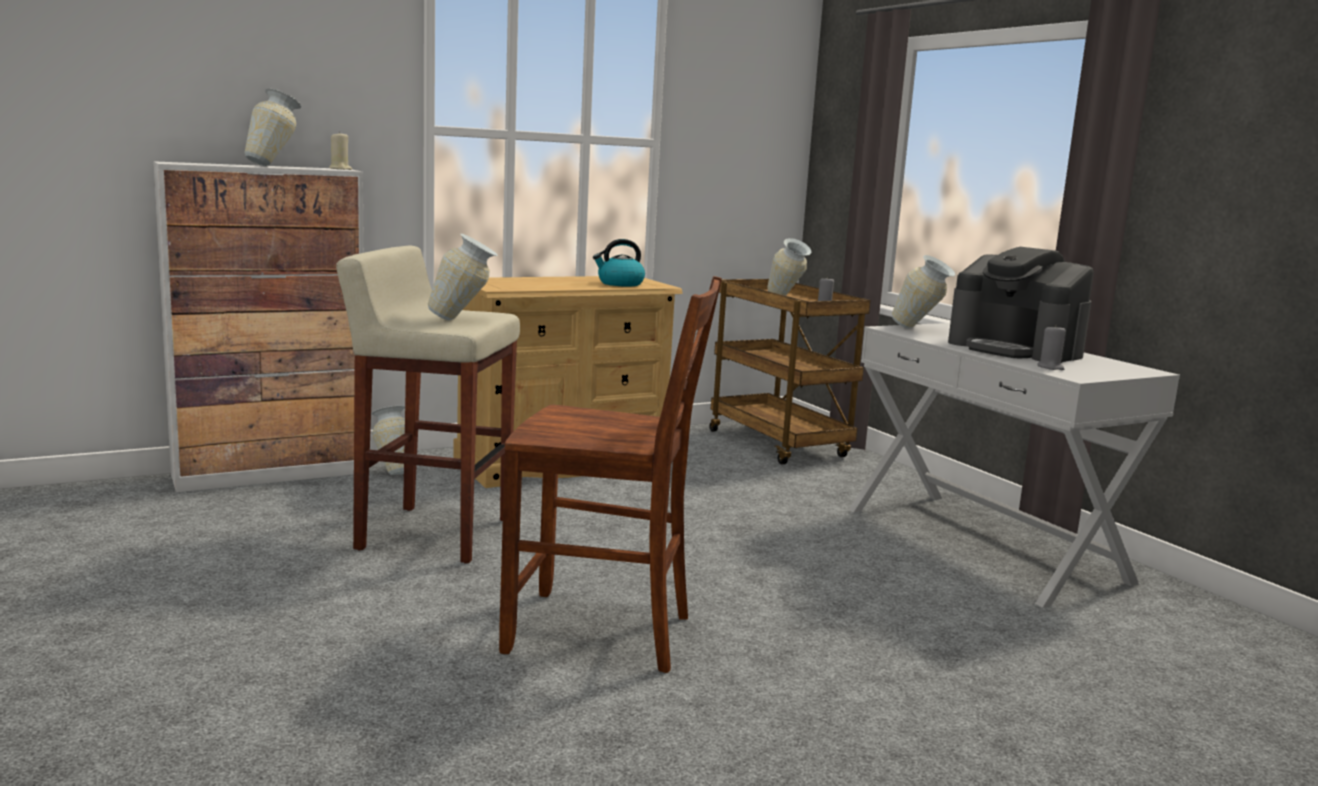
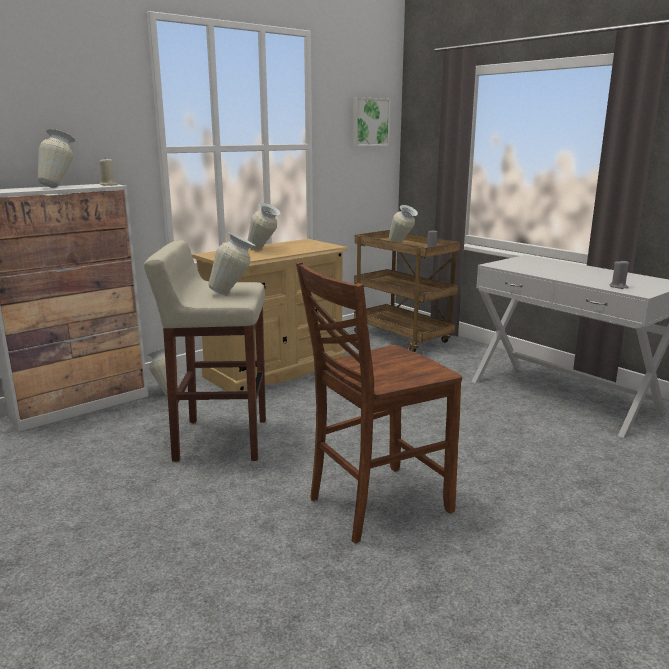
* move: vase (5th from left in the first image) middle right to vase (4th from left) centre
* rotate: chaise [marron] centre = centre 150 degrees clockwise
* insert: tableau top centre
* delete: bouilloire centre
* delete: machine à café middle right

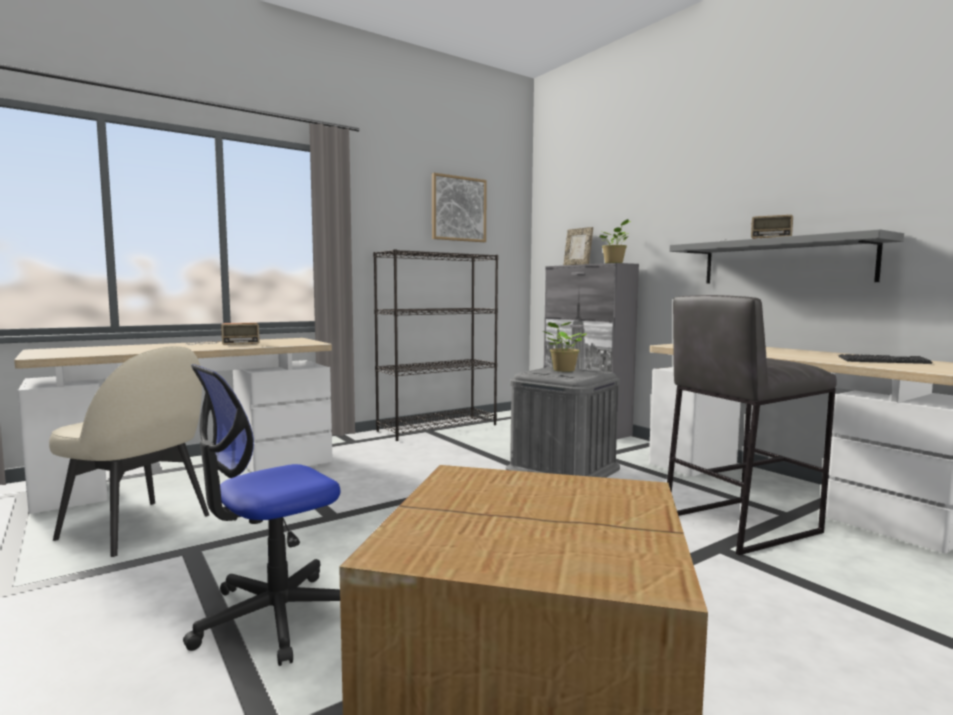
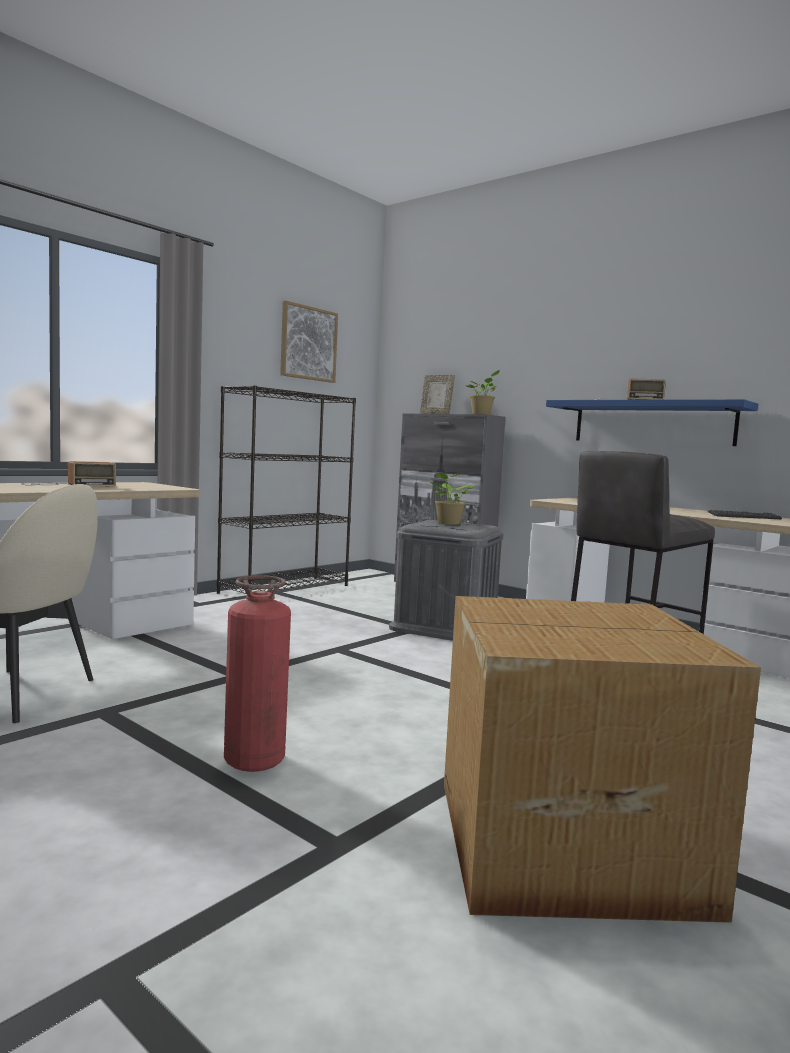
* replace: chaise de bureau bottom left to extincteur middle left
* recolor: étagère [gris] middle right to étagère [bleu] middle right

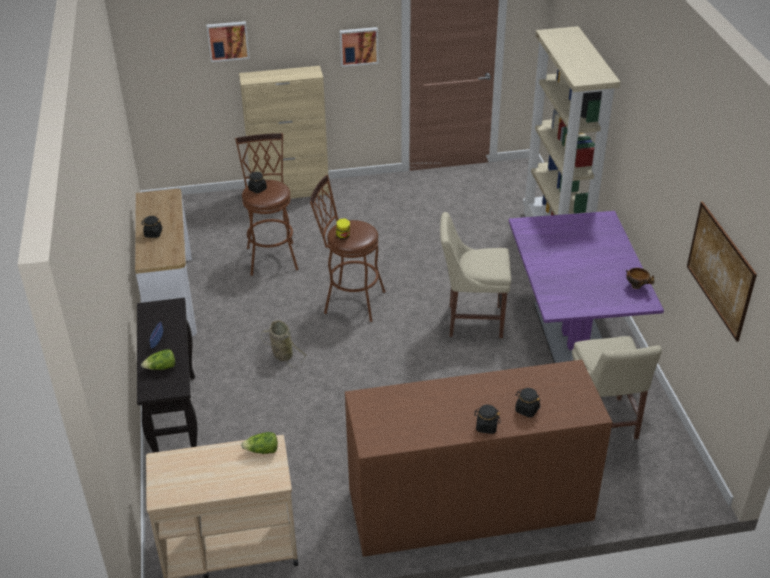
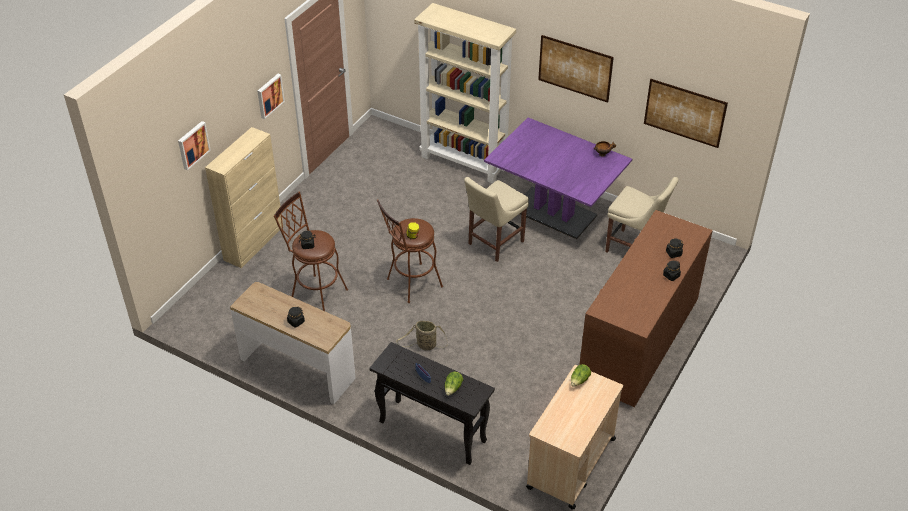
* insert: tableau (3rd from left) top centre

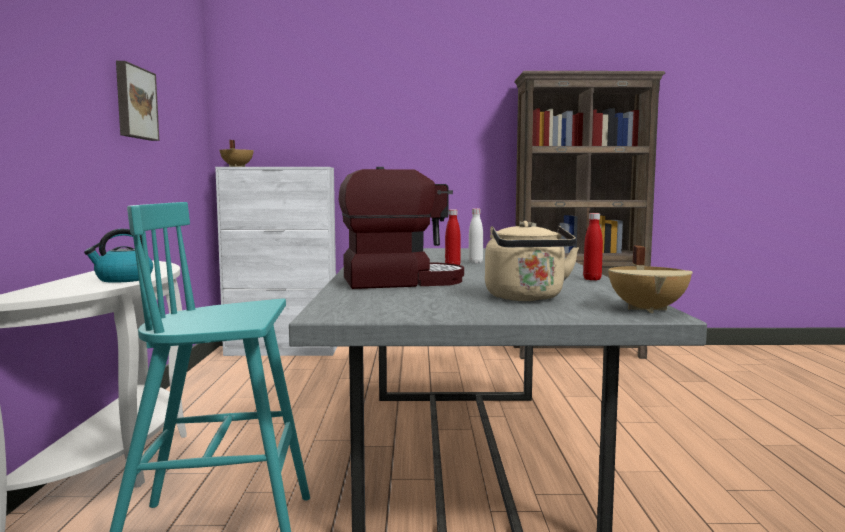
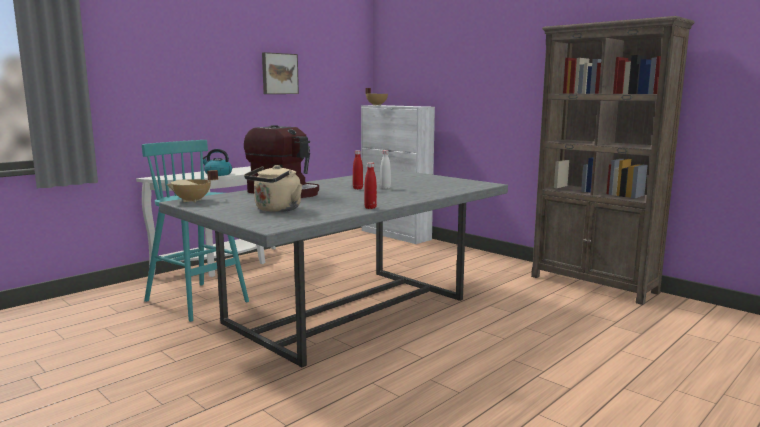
* move: marmite [beige] (2nd from left in the first image) middle right to marmite [beige] (1st from left) middle left

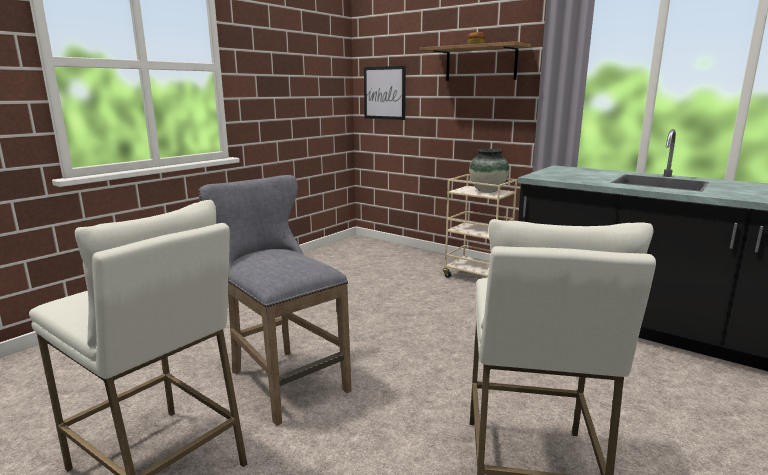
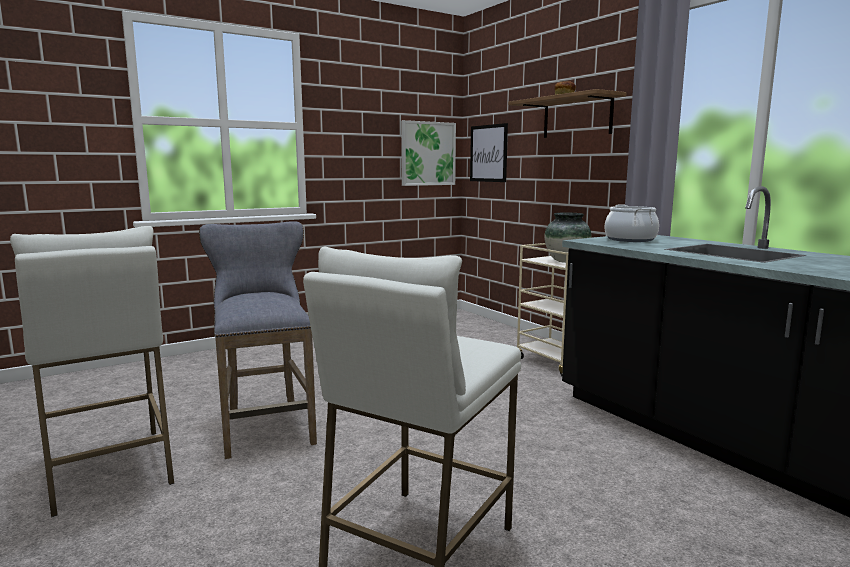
* insert: tableau (1st from left) top centre
* insert: marmite middle right

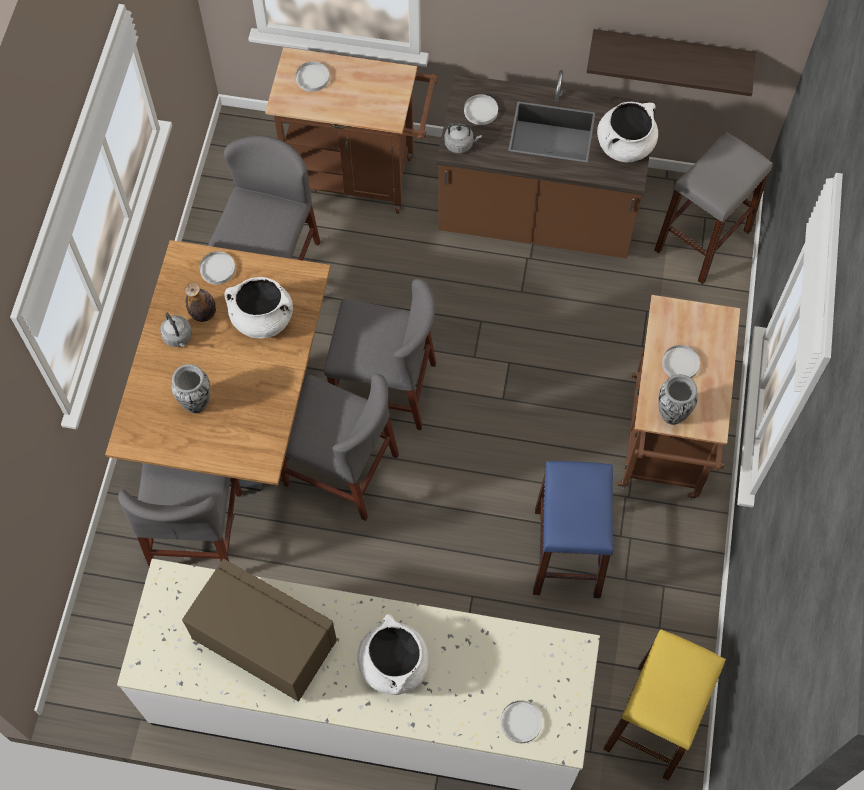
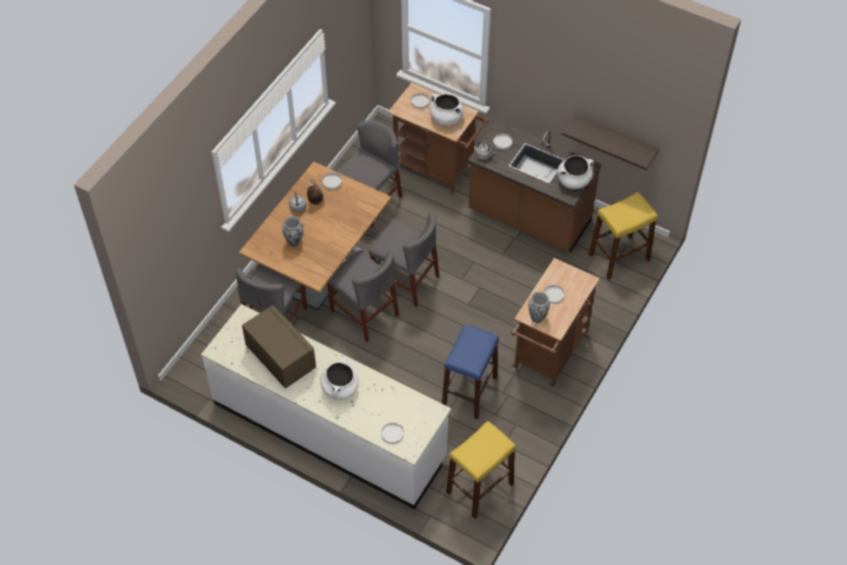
* move: marmite [blanc] (1st from left in the first image) middle left to marmite [blanc] (2nd from left) top centre
* recolor: tabouret [gris] top right to tabouret [jaune] (2nd from left) middle right

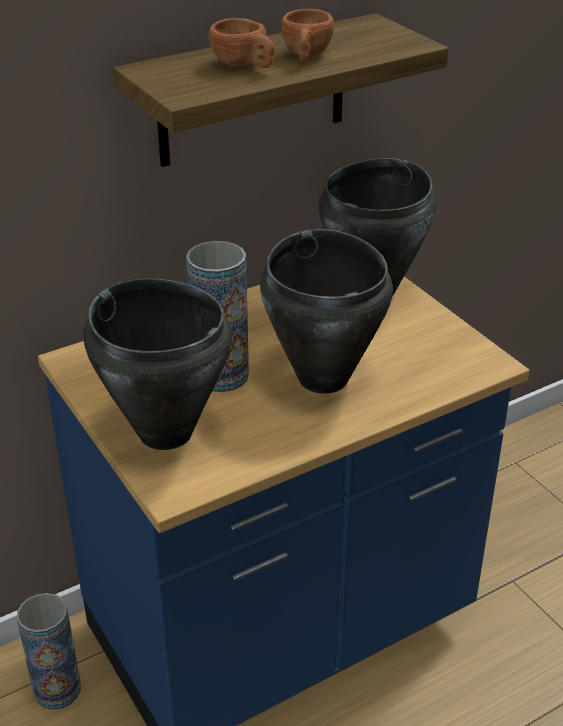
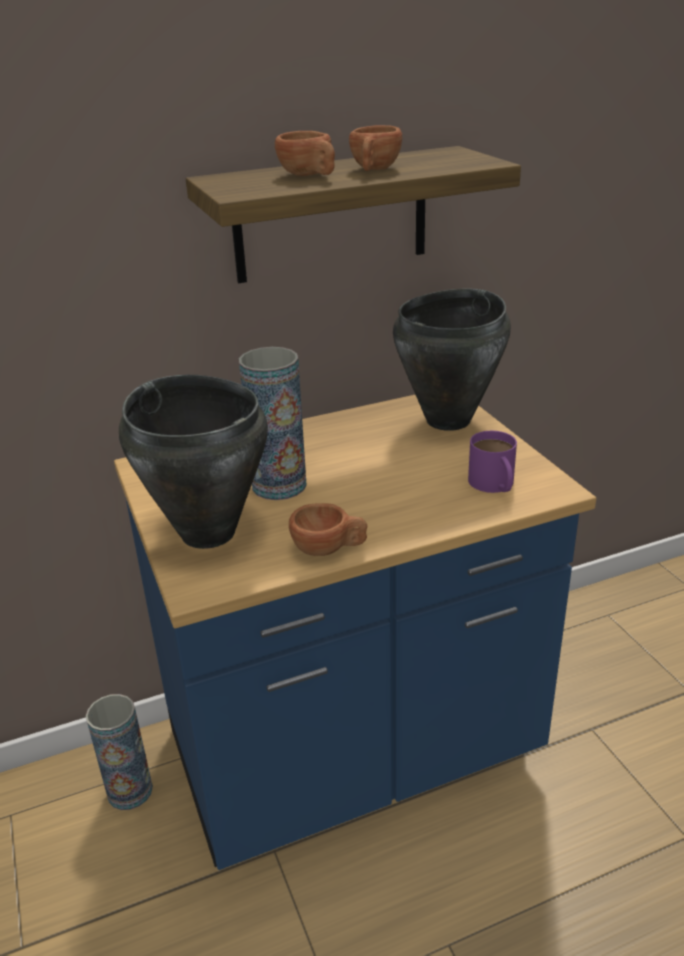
* insert: tasse [marron] (2nd from left) centre
* insert: mug [violet] middle right
* delete: marmite [noir] (2nd from left) centre

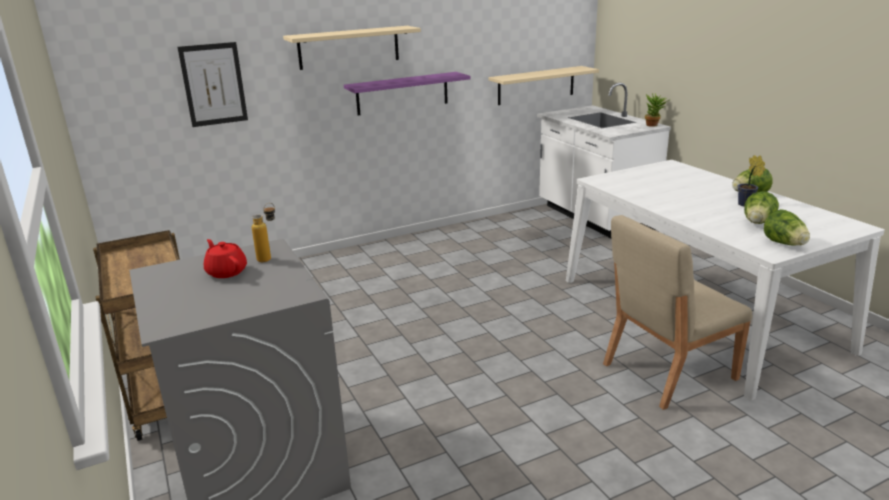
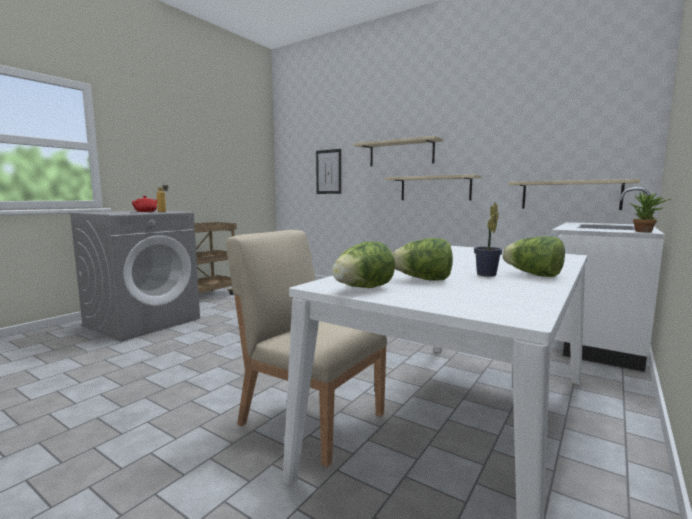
* recolor: étagère [violet] top centre to étagère [beige] (2nd from left) centre

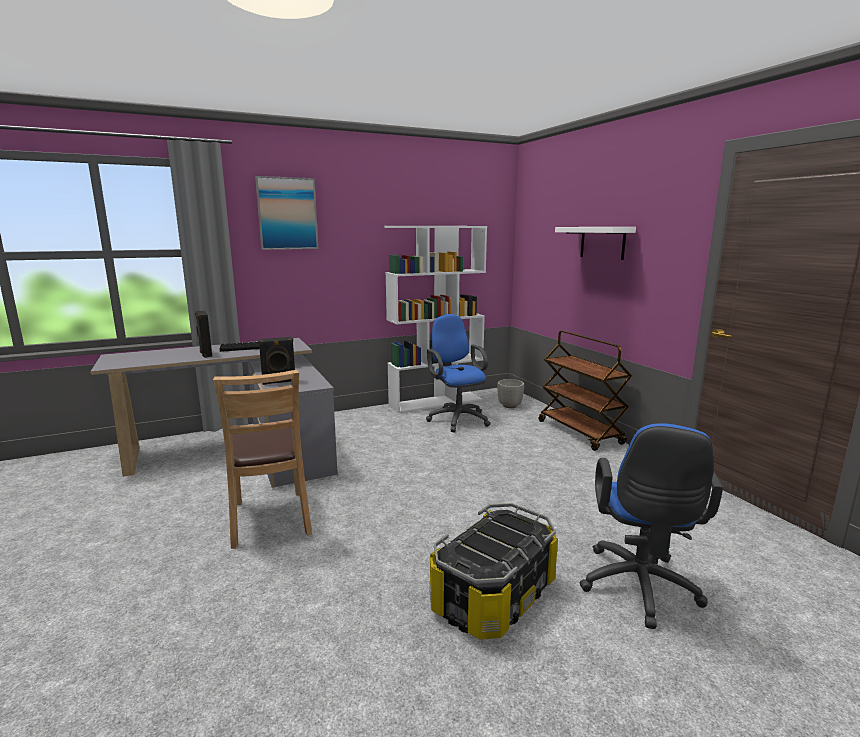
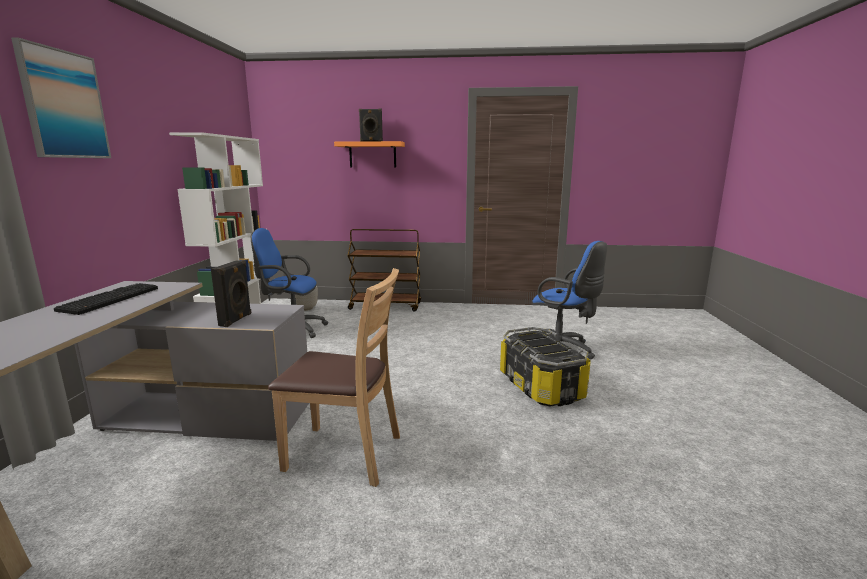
* recolor: étagère [blanc] top right to étagère [orange] top centre
* move: enceinte [noir] (1st from left in the first image) middle left to enceinte [noir] (2nd from left) top centre

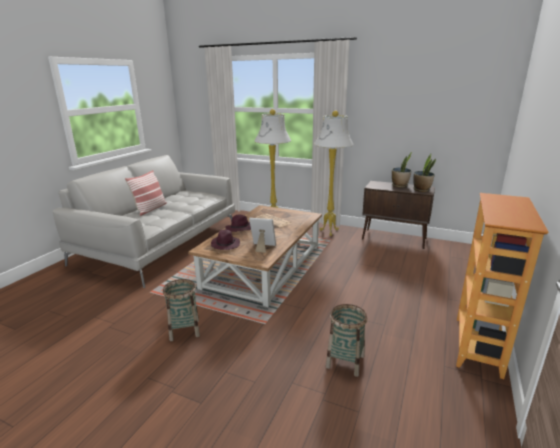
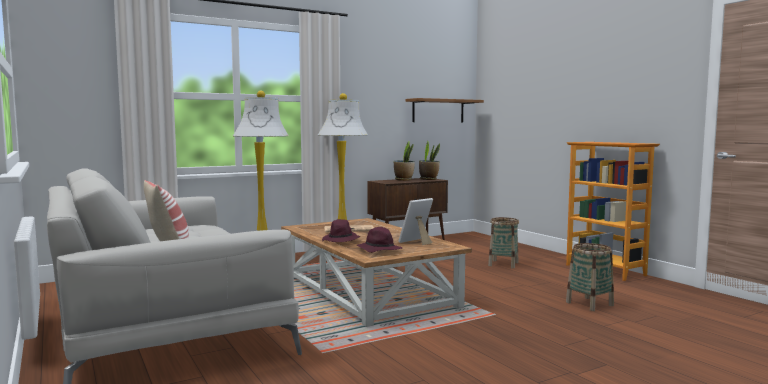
* insert: étagère [marron] top centre
* move: panier (1st from left) bottom left to centre

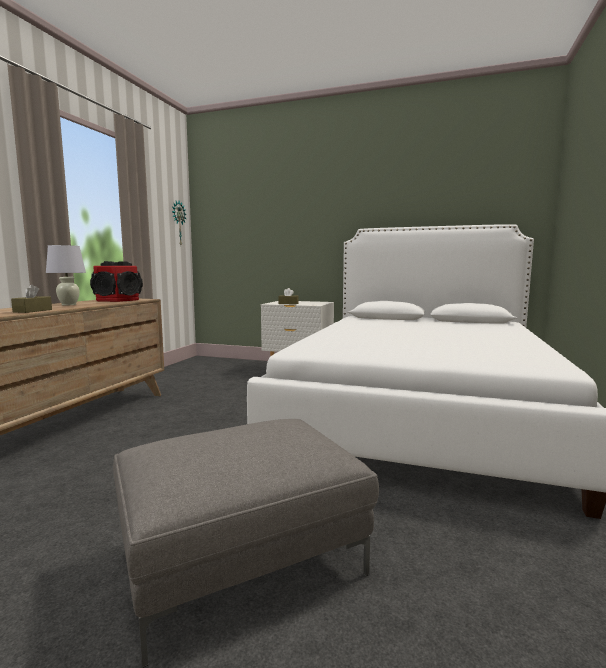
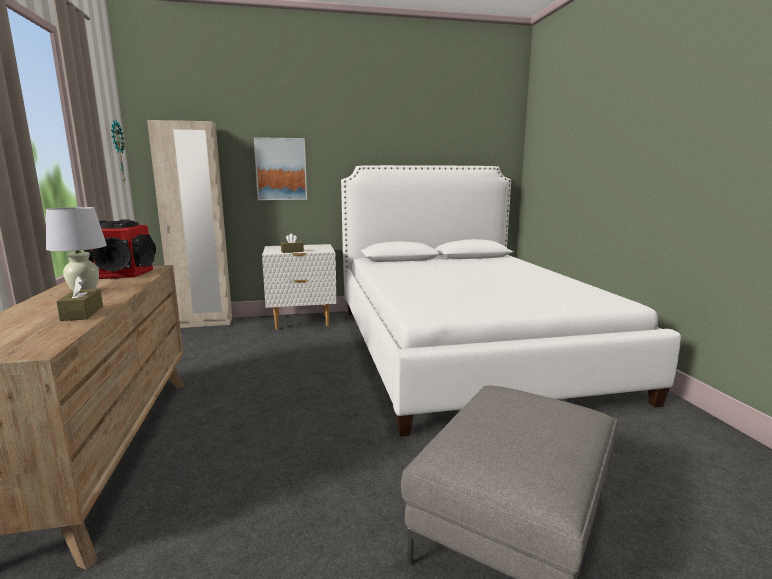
* insert: armoire [beige] middle left
* insert: tableau top centre

